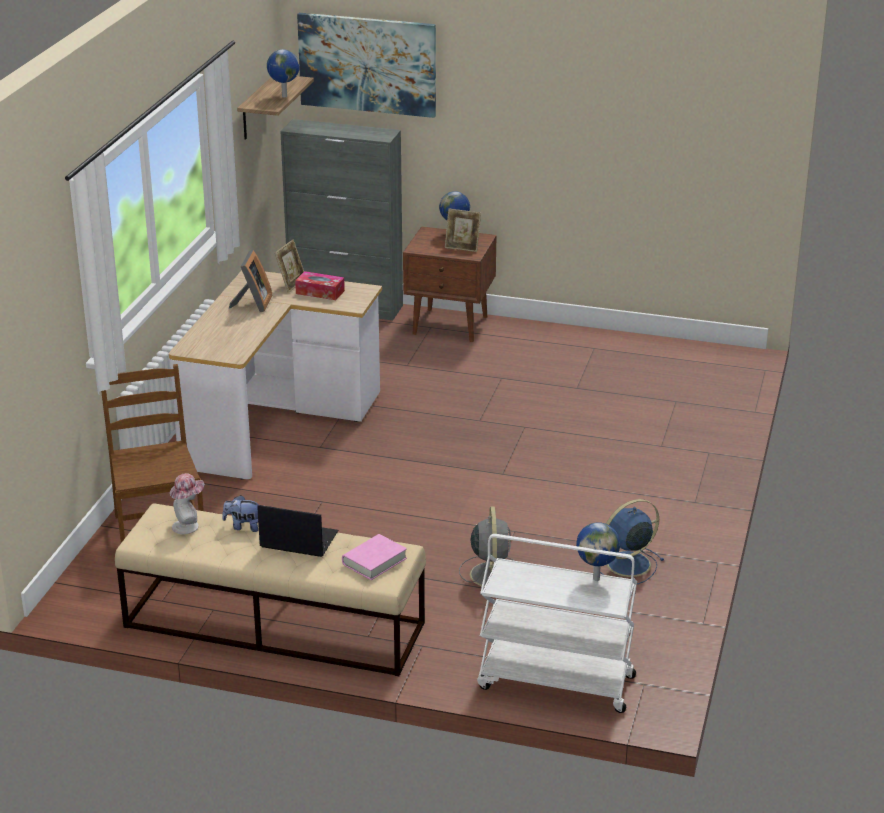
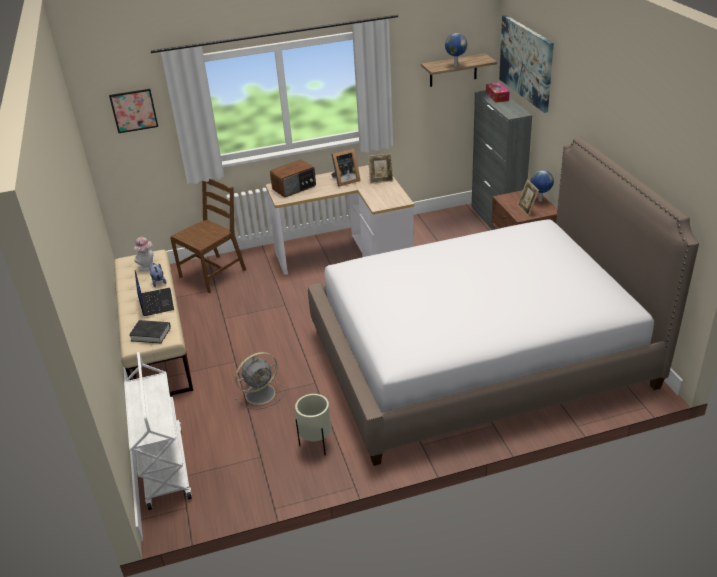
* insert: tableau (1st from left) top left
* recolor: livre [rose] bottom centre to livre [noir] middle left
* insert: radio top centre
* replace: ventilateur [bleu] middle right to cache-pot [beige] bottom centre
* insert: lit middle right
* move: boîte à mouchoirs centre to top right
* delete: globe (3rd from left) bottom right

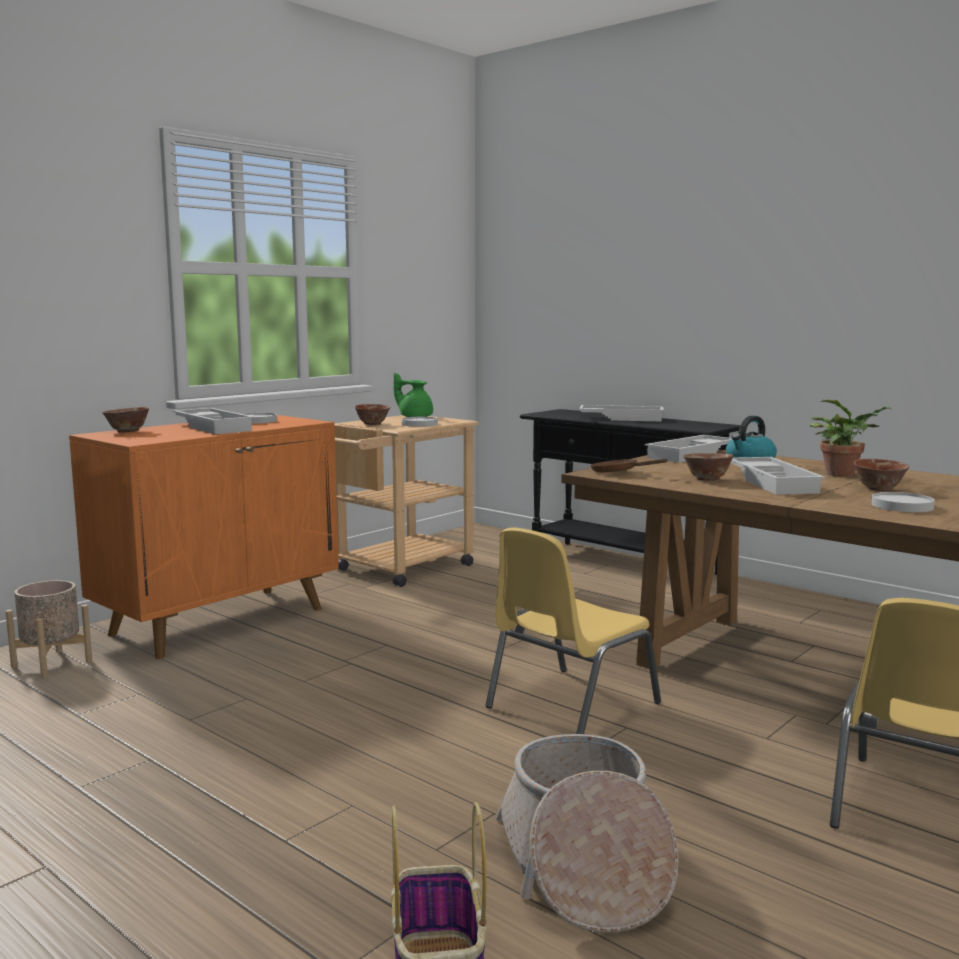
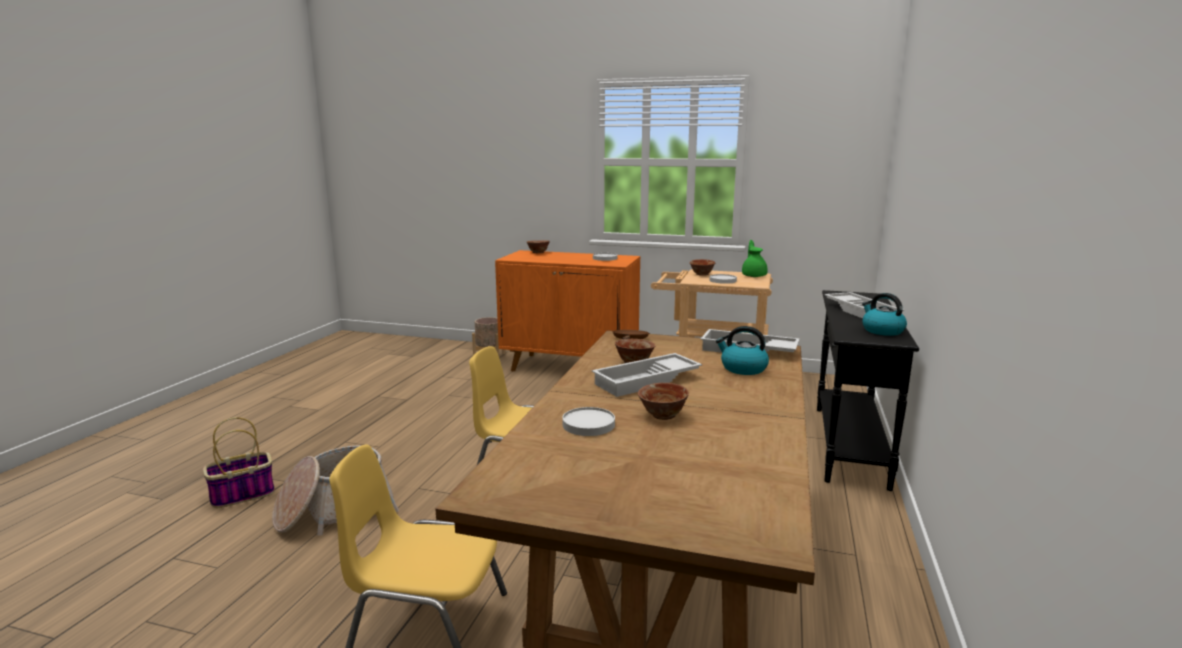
* insert: bouilloire (2nd from left) middle right
* delete: plateau [blanc] (1st from left) middle left
* delete: plante en pot middle right

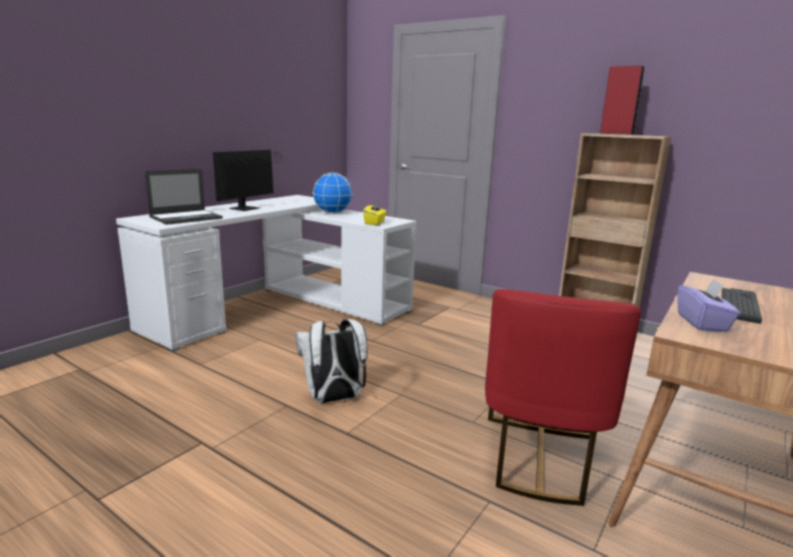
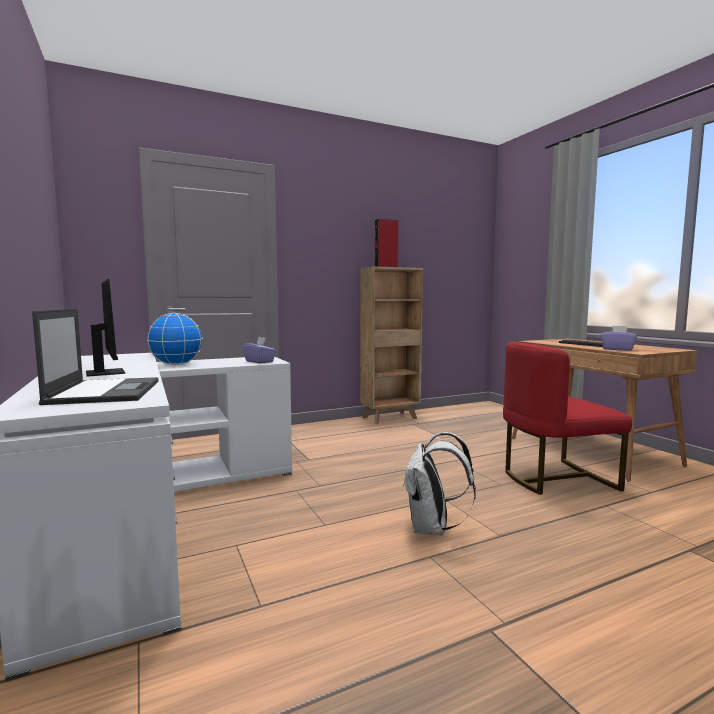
* recolor: boîte à mouchoirs [jaune] centre to boîte à mouchoirs [violet] (1st from left) centre
* rotate: chaise [rouge] bottom right = middle right 120 degrees clockwise

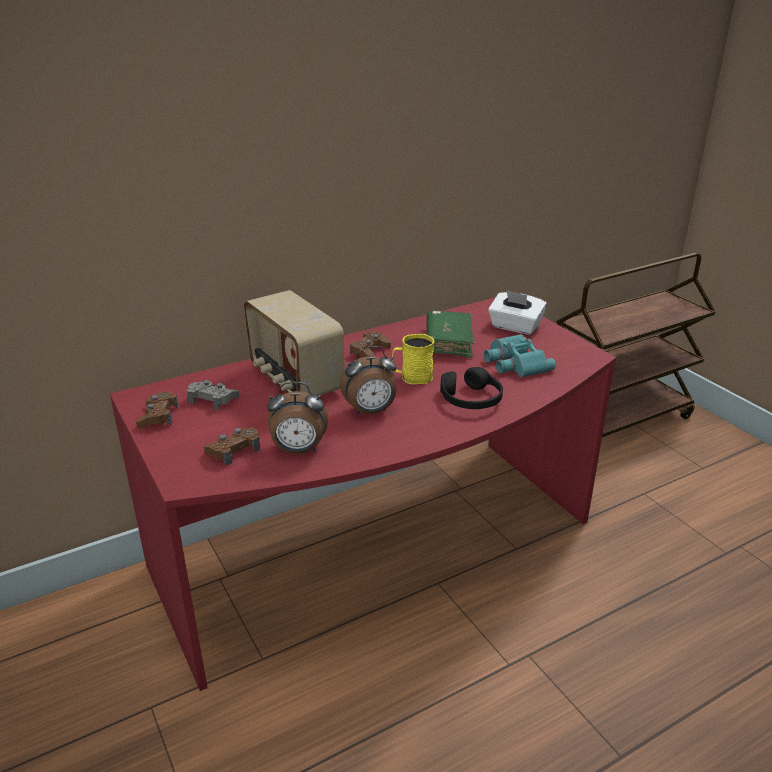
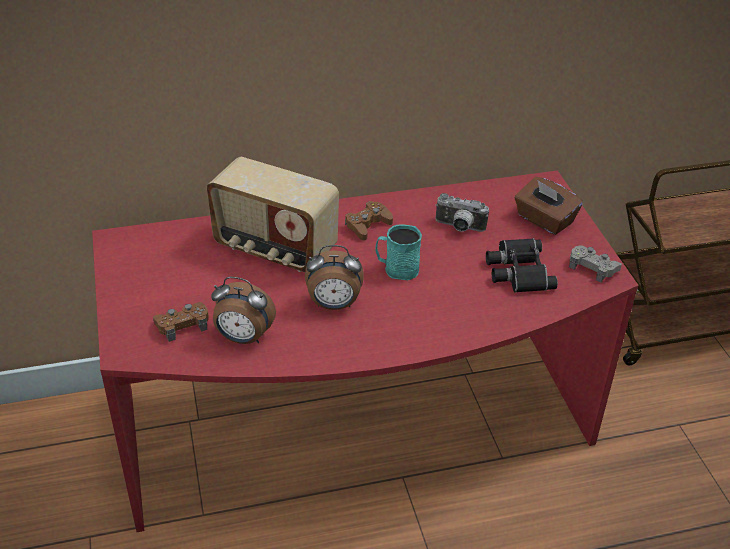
* rotate: radio centre = centre 45 degrees counterclockwise
* recolor: mug [jaune] centre to mug [turquoise] centre
* replace: livre [vert] centre to appareil photo centre
* recolor: jumelles [turquoise] middle right to jumelles [noir] middle right
* recolor: boîte à mouchoirs [blanc] middle right to boîte à mouchoirs [marron] middle right
* move: manette [gris] middle left to middle right
* delete: manette [marron] (1st from left) middle left
* delete: casque audio [noir] centre

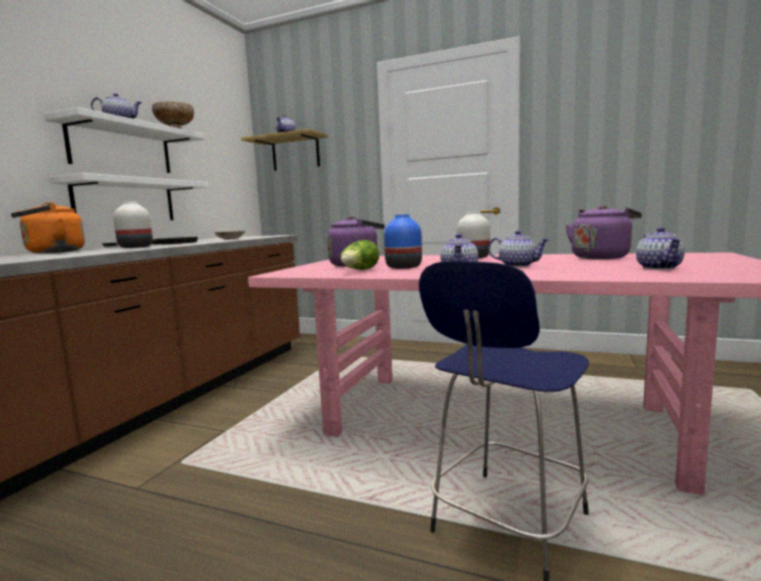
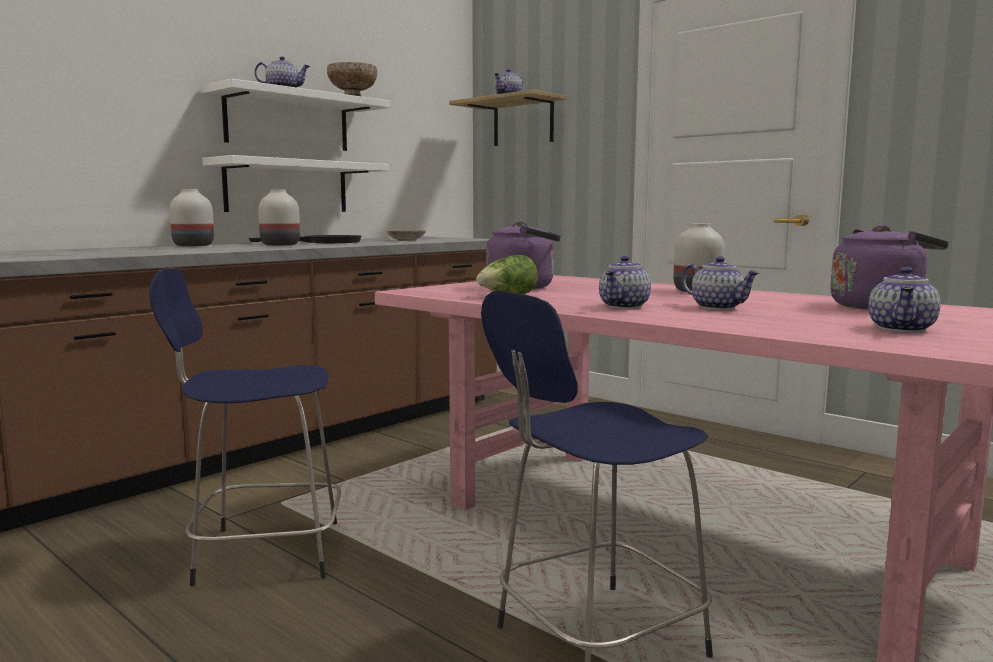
* insert: tabouret [bleu] (1st from left) middle left
* replace: bouilloire [orange] middle left to vase [blanc] (1st from left) top left
* delete: vase [bleu] centre

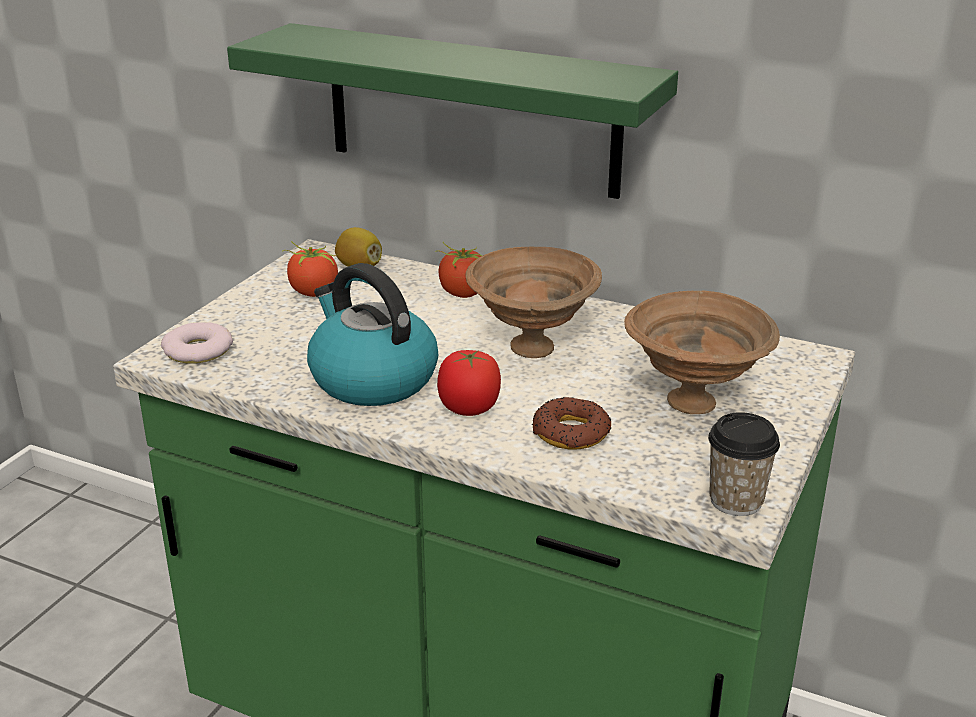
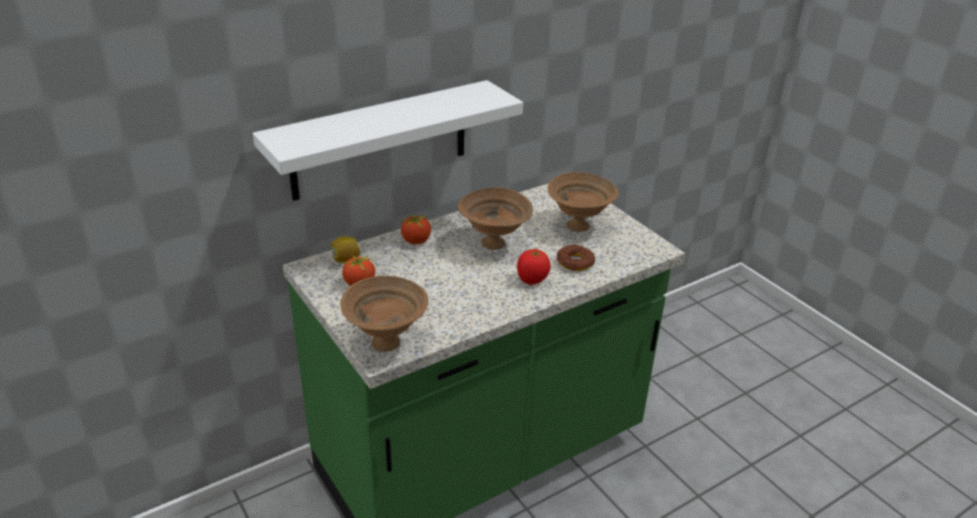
* recolor: étagère [vert] top centre to étagère [blanc] top centre
* replace: beignet (1st from left) middle left to bol [marron] (1st from left) centre
* delete: bouilloire centre
* delete: tasse middle right

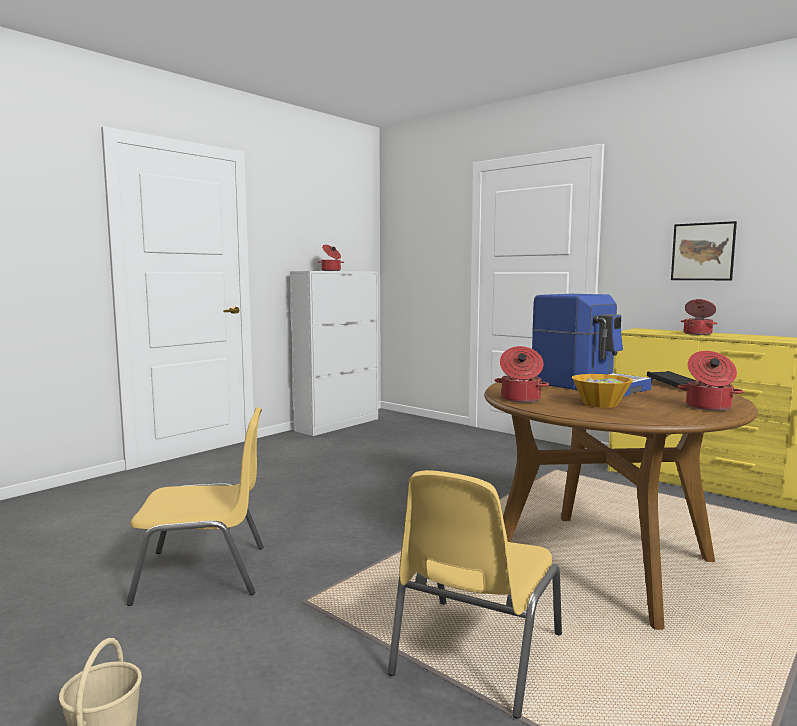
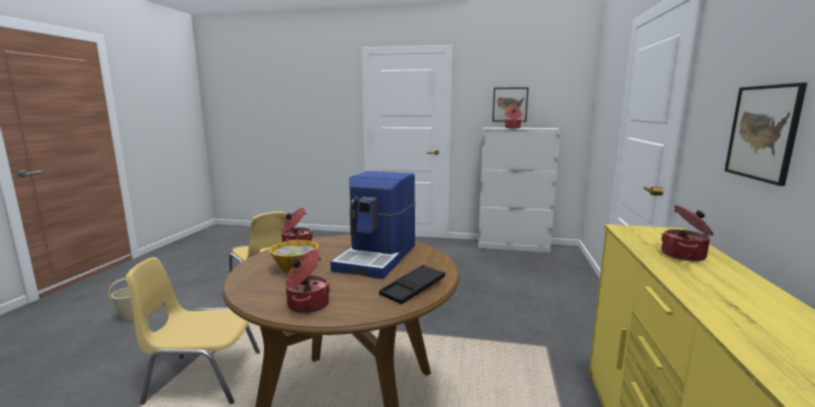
* insert: tableau (1st from left) top centre

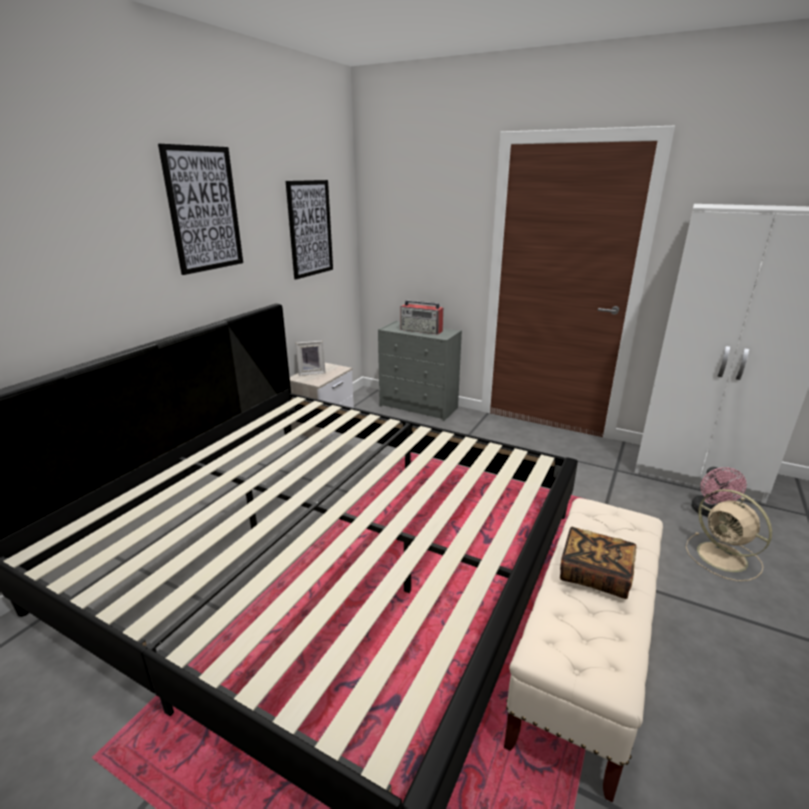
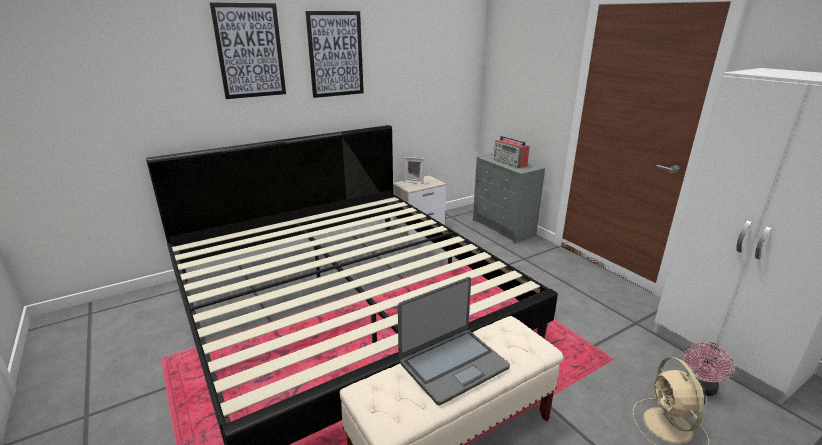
* move: tableau (2nd from left in the first image) top centre to tableau (1st from left) top left
* replace: livre bottom right to ordinateur portable bottom centre

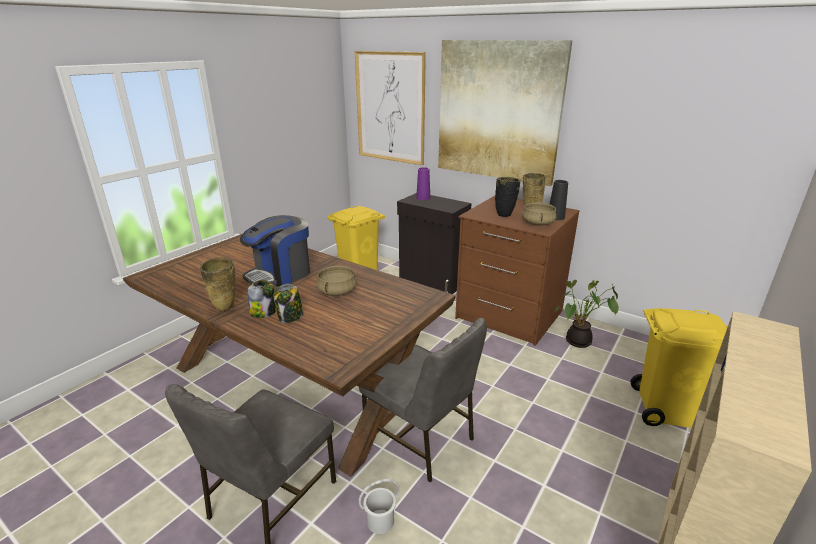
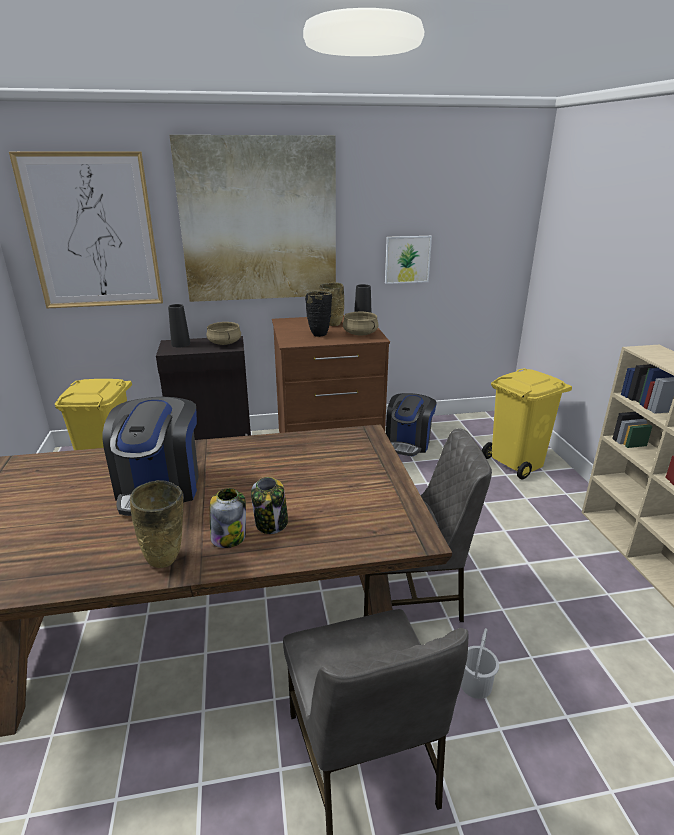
* recolor: vase [violet] centre to vase [noir] (1st from left) middle left
* move: marmite [beige] (1st from left) centre to middle left
* insert: tableau (3rd from left) top centre
* replace: plante en pot middle right to machine à café (2nd from left) centre

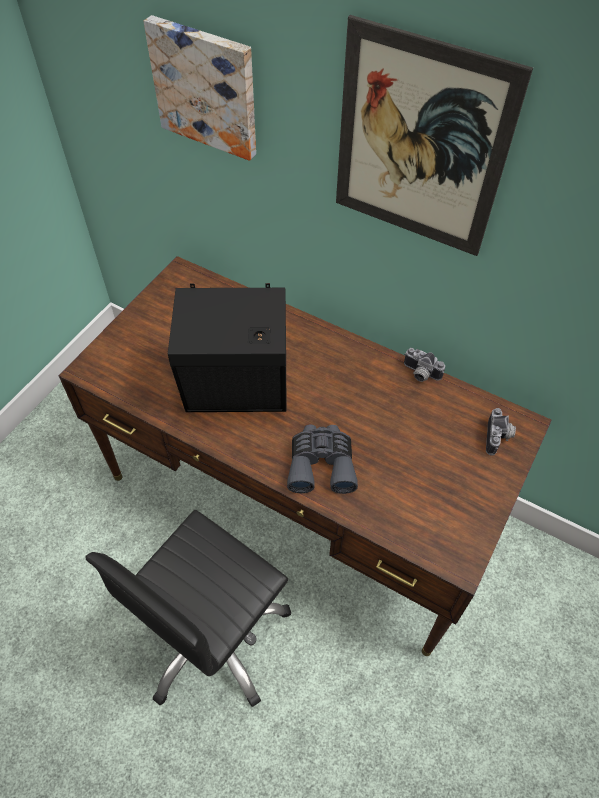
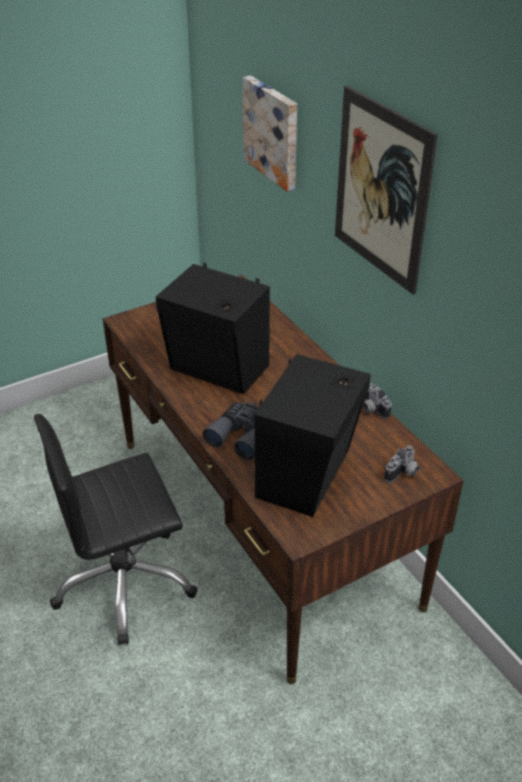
* insert: enceinte [noir] (2nd from left) centre

